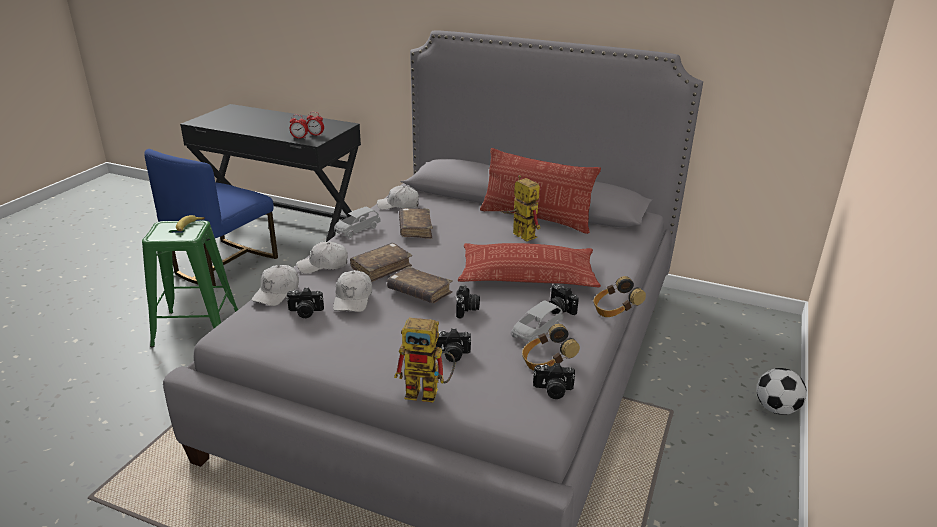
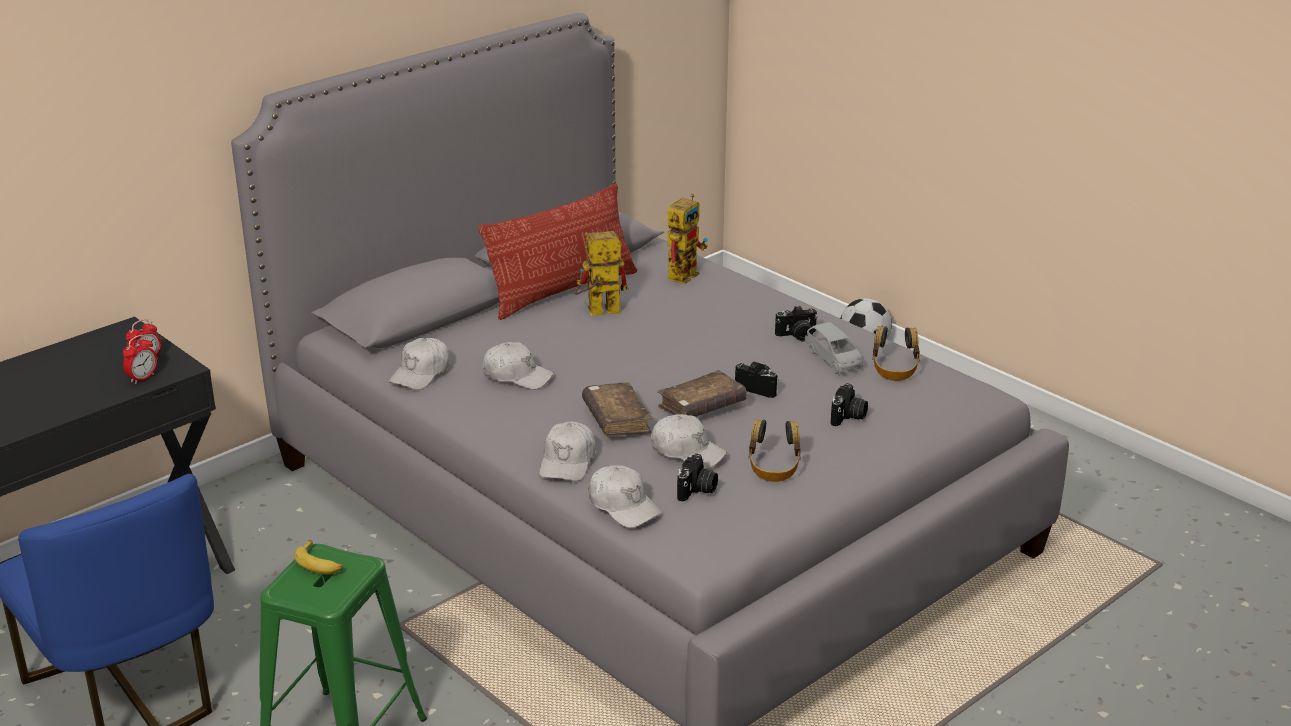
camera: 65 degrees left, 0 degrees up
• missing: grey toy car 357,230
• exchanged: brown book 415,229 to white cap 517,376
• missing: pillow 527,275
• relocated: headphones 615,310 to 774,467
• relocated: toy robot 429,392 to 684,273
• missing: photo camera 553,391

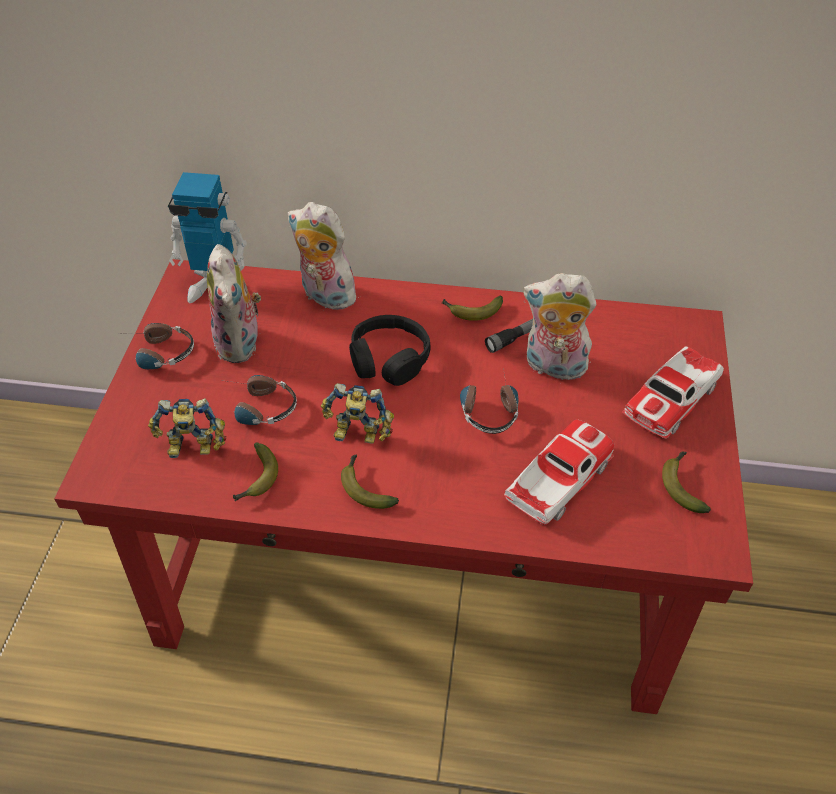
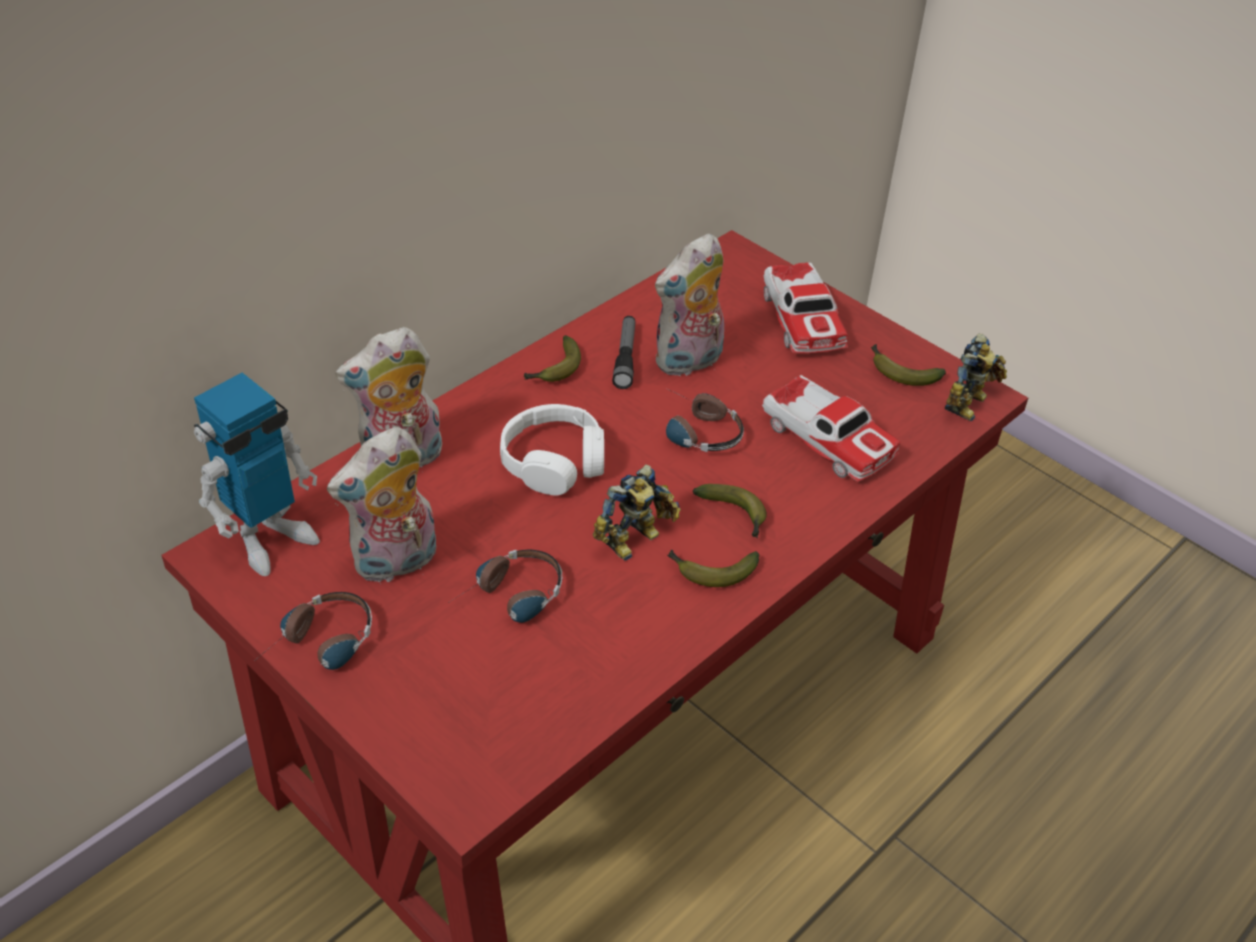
camera: 55 degrees left, 5 degrees down
• spun: plush toy 241,344 = 395,563 120 degrees clockwise
• colour: black headphones 389,359 to white headphones 554,461
• relocated: toy robot 192,449 to 970,404
• spun: toy car 558,480 = 826,439 150 degrees clockwise
• relocated: banana 257,479 to 735,515

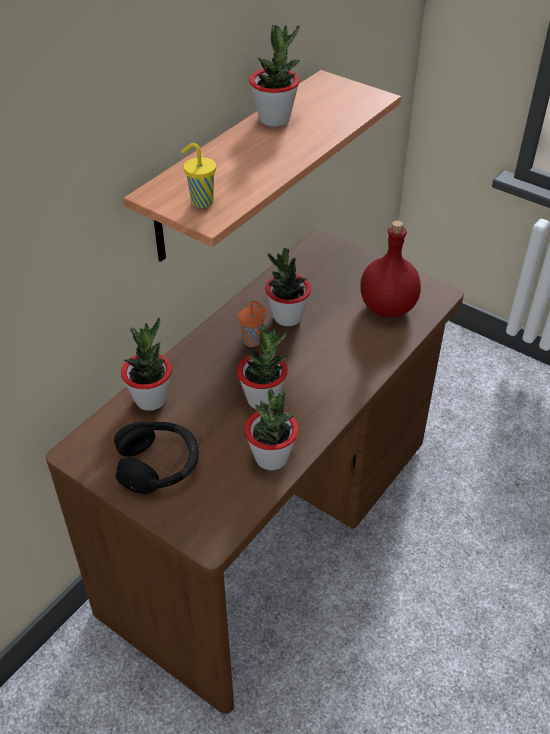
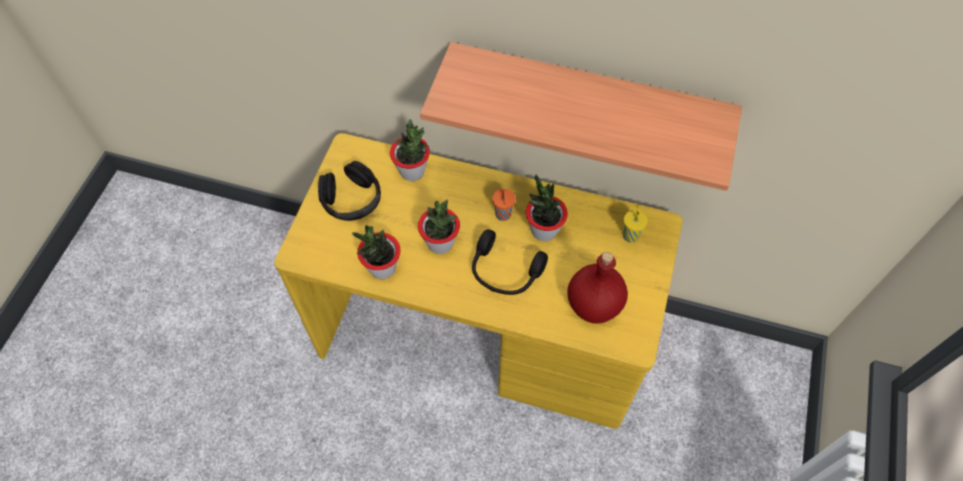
camera: 70 degrees right, 15 degrees up
• missing: potted plant 274,119
• relocated: yellow cup 200,202 to 630,235
• colour: brown desk 273,525 to yellow desk 481,334
• appeared: black headphones 504,272

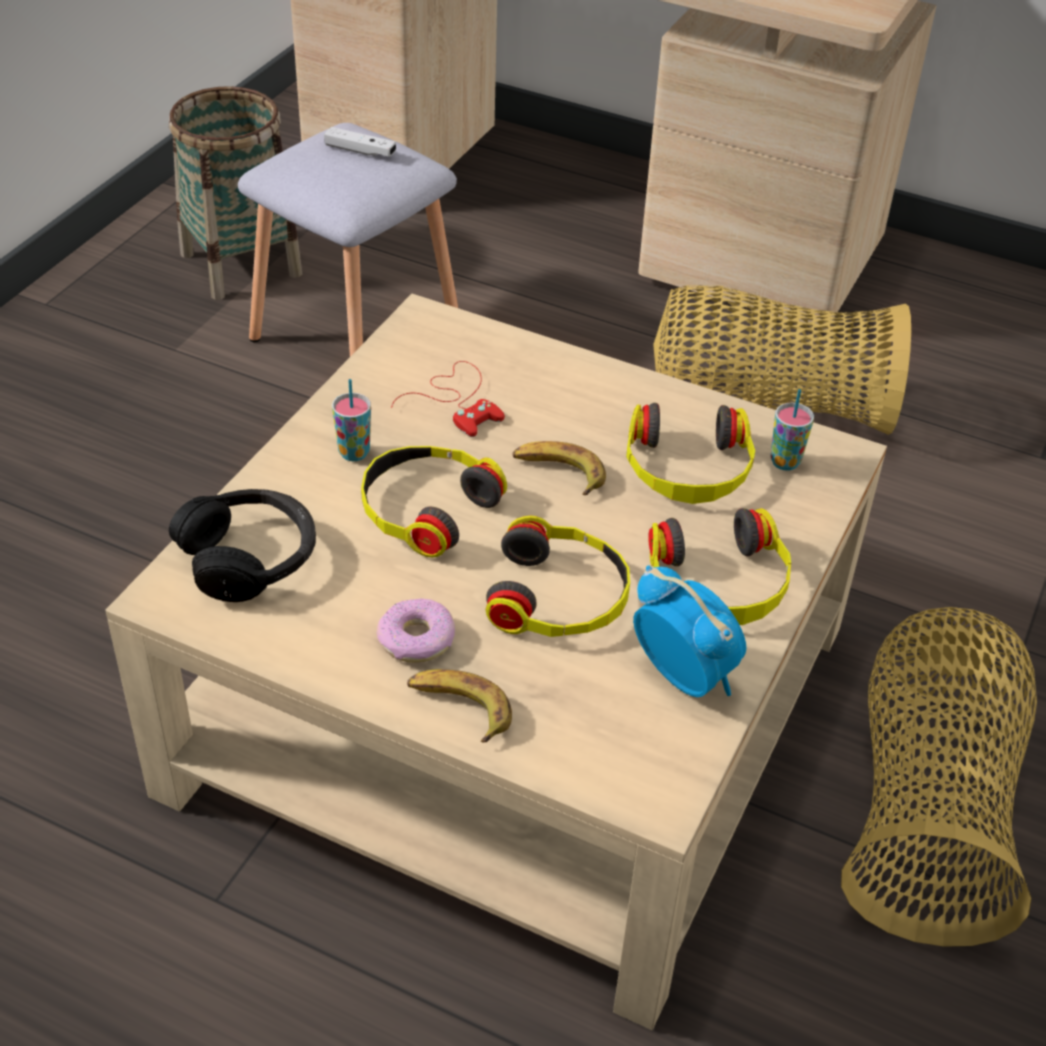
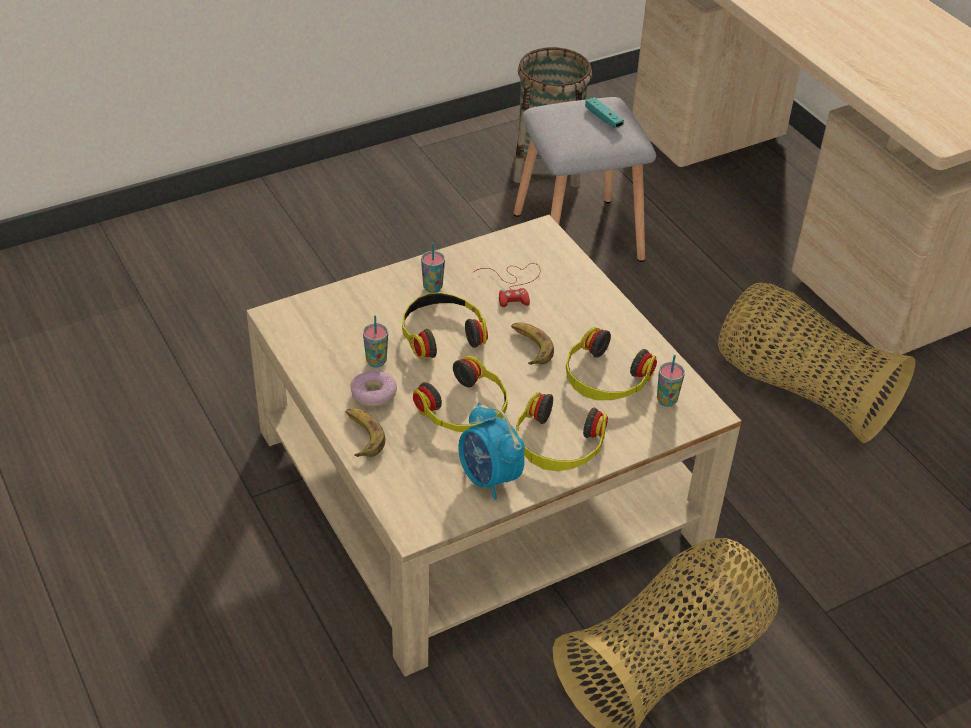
camera: 35 degrees right, 0 degrees up
• colour: white game controller 360,151 to turquoise game controller 603,118
• missing: black headphones 249,558
• spun: alarm clock 683,675 = 489,478 150 degrees clockwise
• appeared: cup 376,361

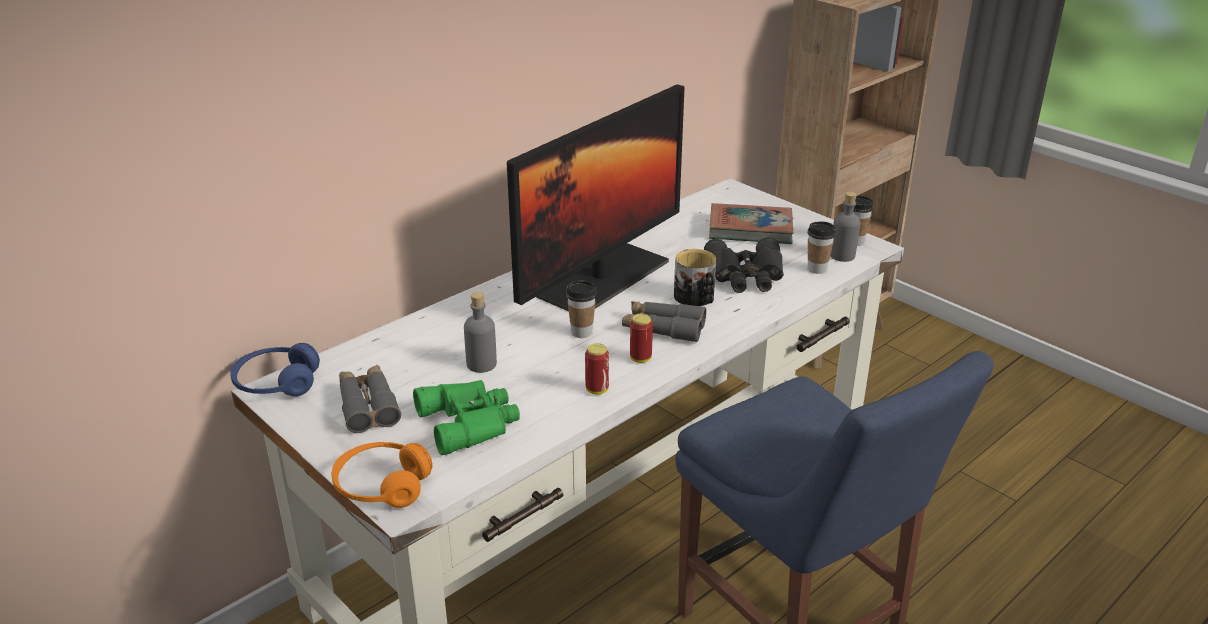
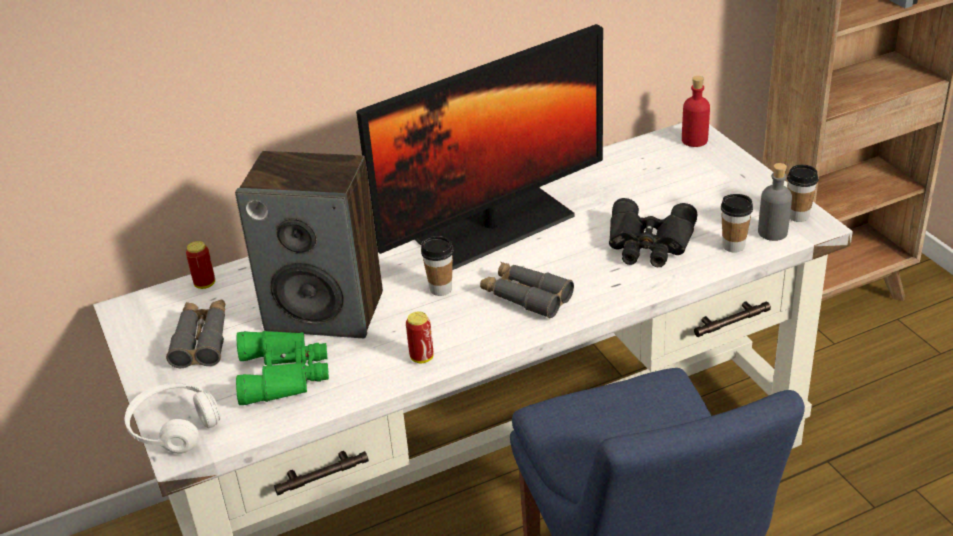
camera: 20 degrees right, 5 degrees up
• missing: book 750,229
• missing: mug 697,298
• exchanged: grey bottle 481,364 to speaker 326,311
• relocated: can 640,358 to 205,284
• missing: blue headphones 276,383
• colour: orange headphones 382,486 to white headphones 174,427
• appeared: red bottle 694,140

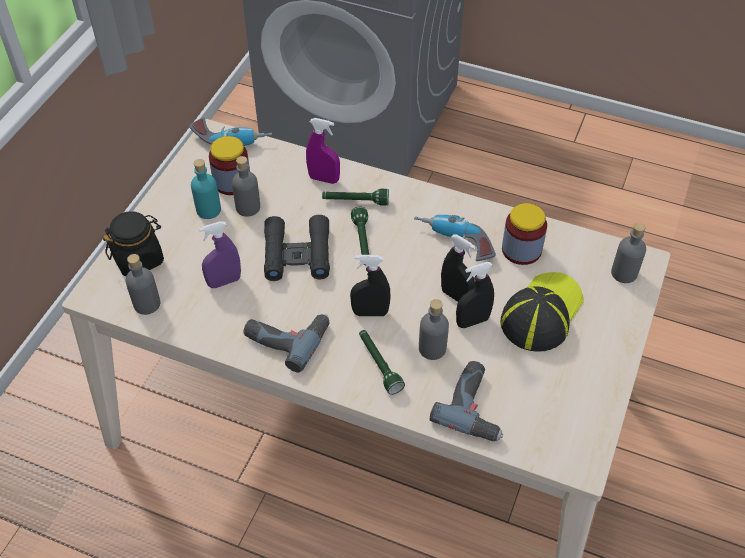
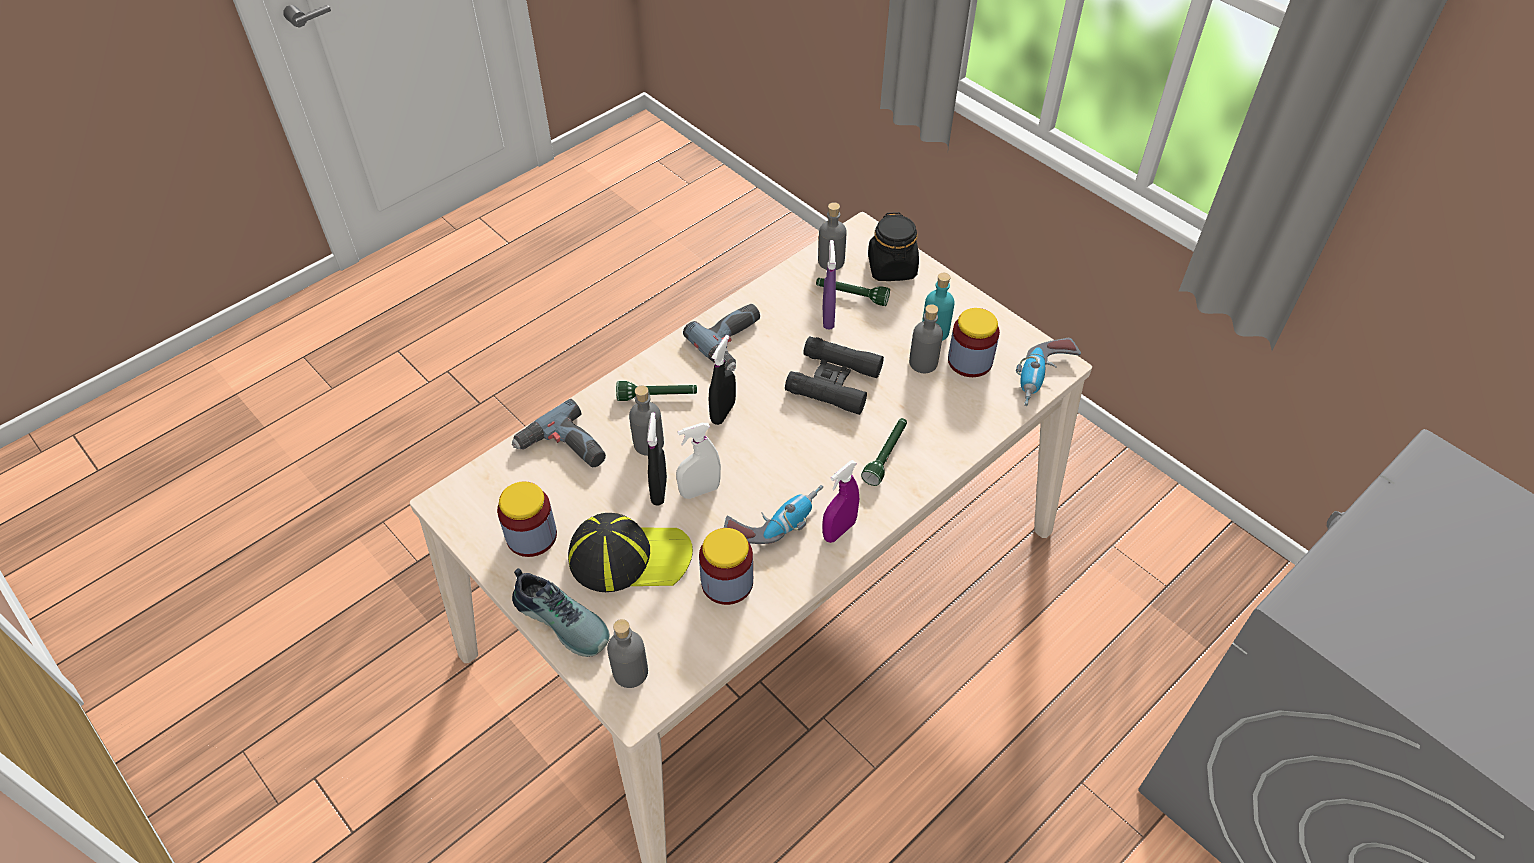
camera: 115 degrees right, 0 degrees up
• relocated: purple spray bottle 324,179 to 839,530
• relocated: green flashlight 362,242 to 851,296
• colour: black spray bottle 456,296 to white spray bottle 699,491
• spun: cap 541,313 = 629,557 60 degrees counterclockwise
• appeared: jar 531,536
• appeared: shoe 564,619

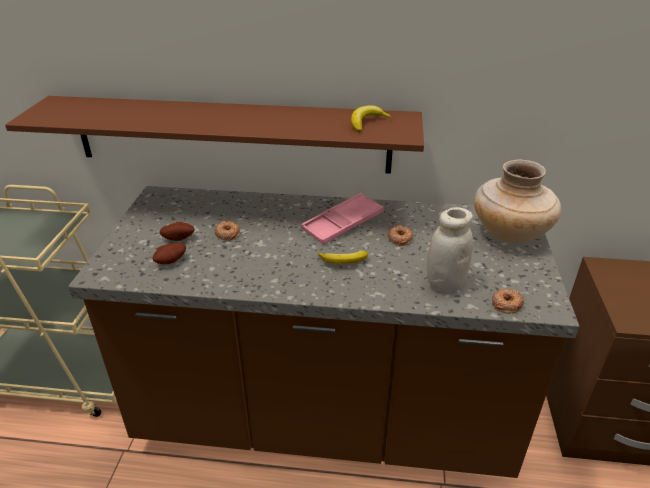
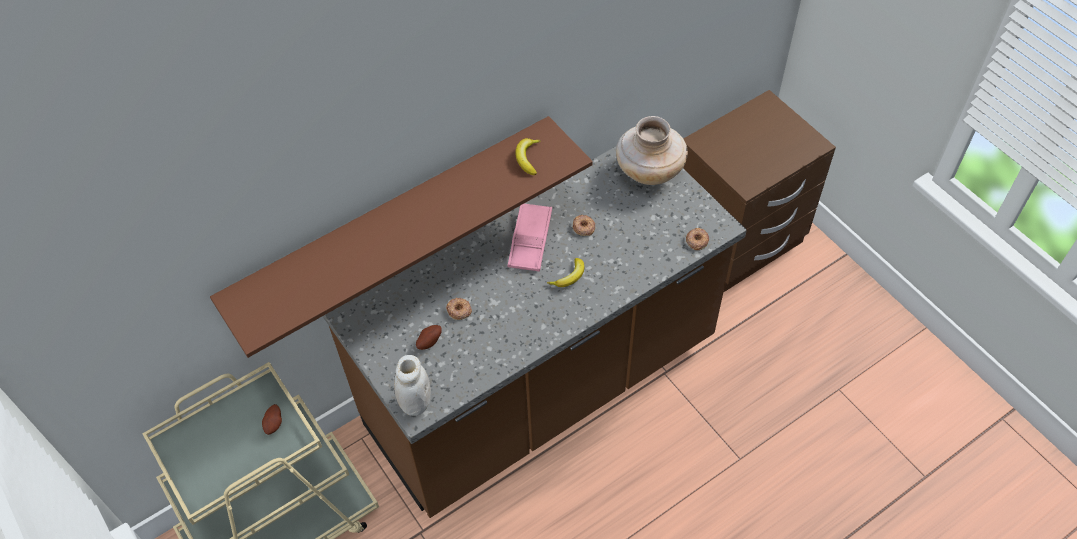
camera: 40 degrees left, 20 degrees up
• relocated: white jar 444,283 to 416,403
• relocated: potato 171,262 to 274,424

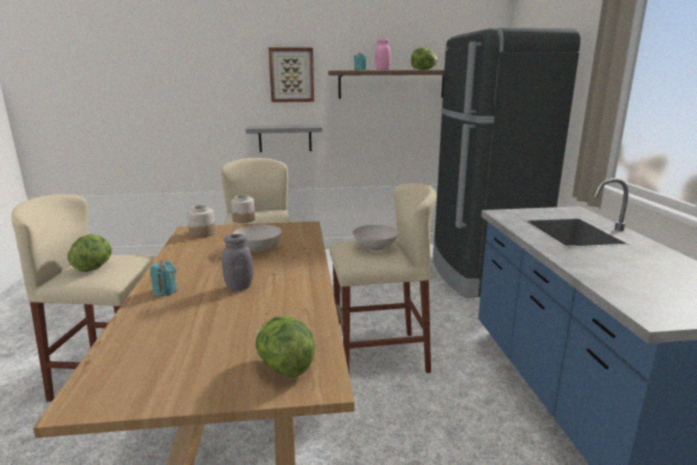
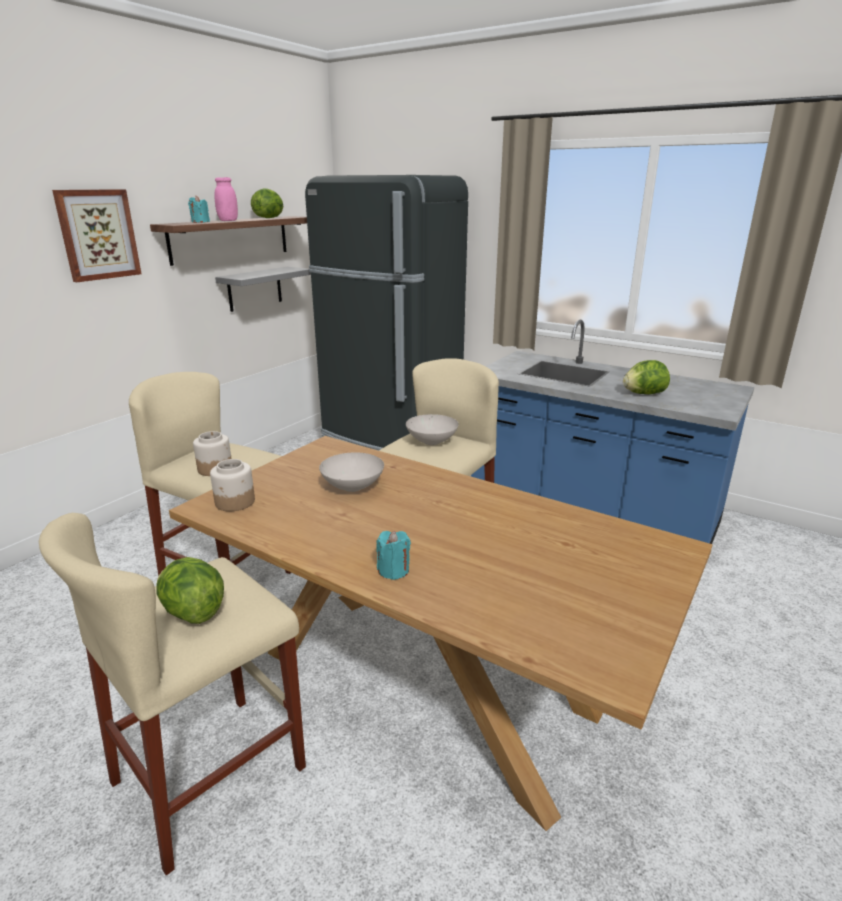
camera: 50 degrees left, 5 degrees up
• relocated: grey shelf 285,138 to 255,289
• missing: grey jar 239,287
• relocated: lettuce 284,367 to 643,394

